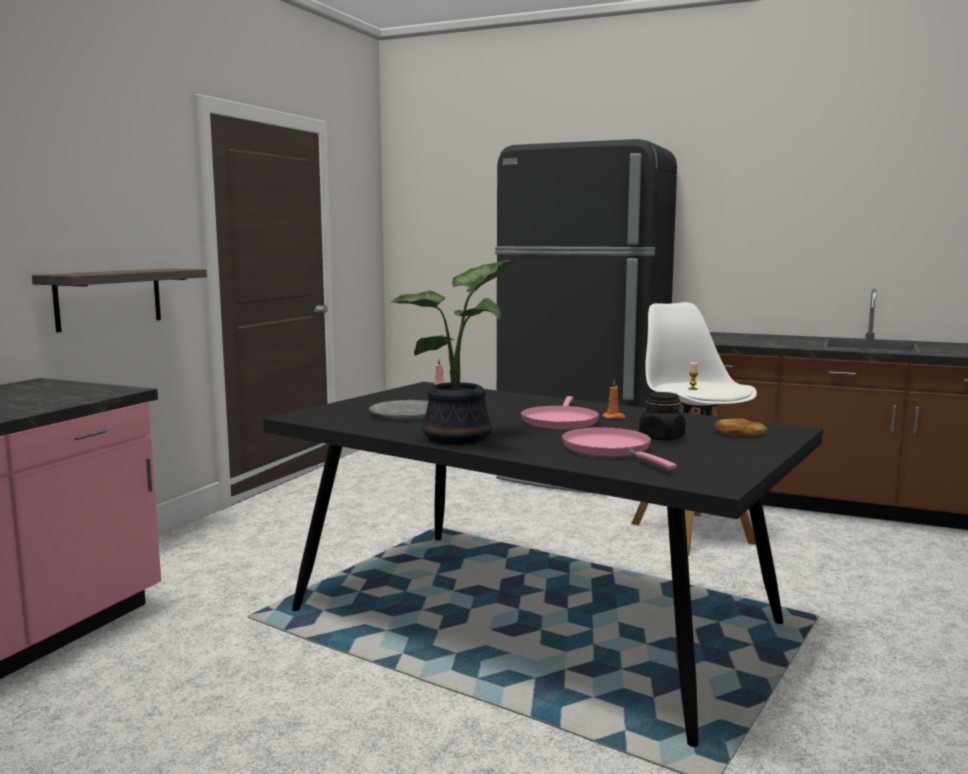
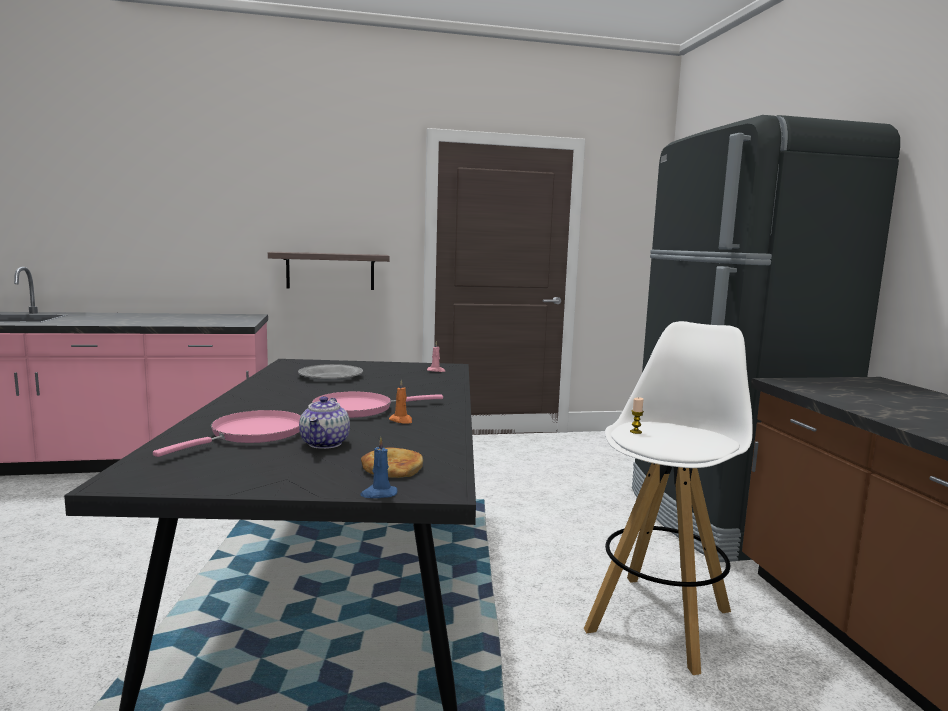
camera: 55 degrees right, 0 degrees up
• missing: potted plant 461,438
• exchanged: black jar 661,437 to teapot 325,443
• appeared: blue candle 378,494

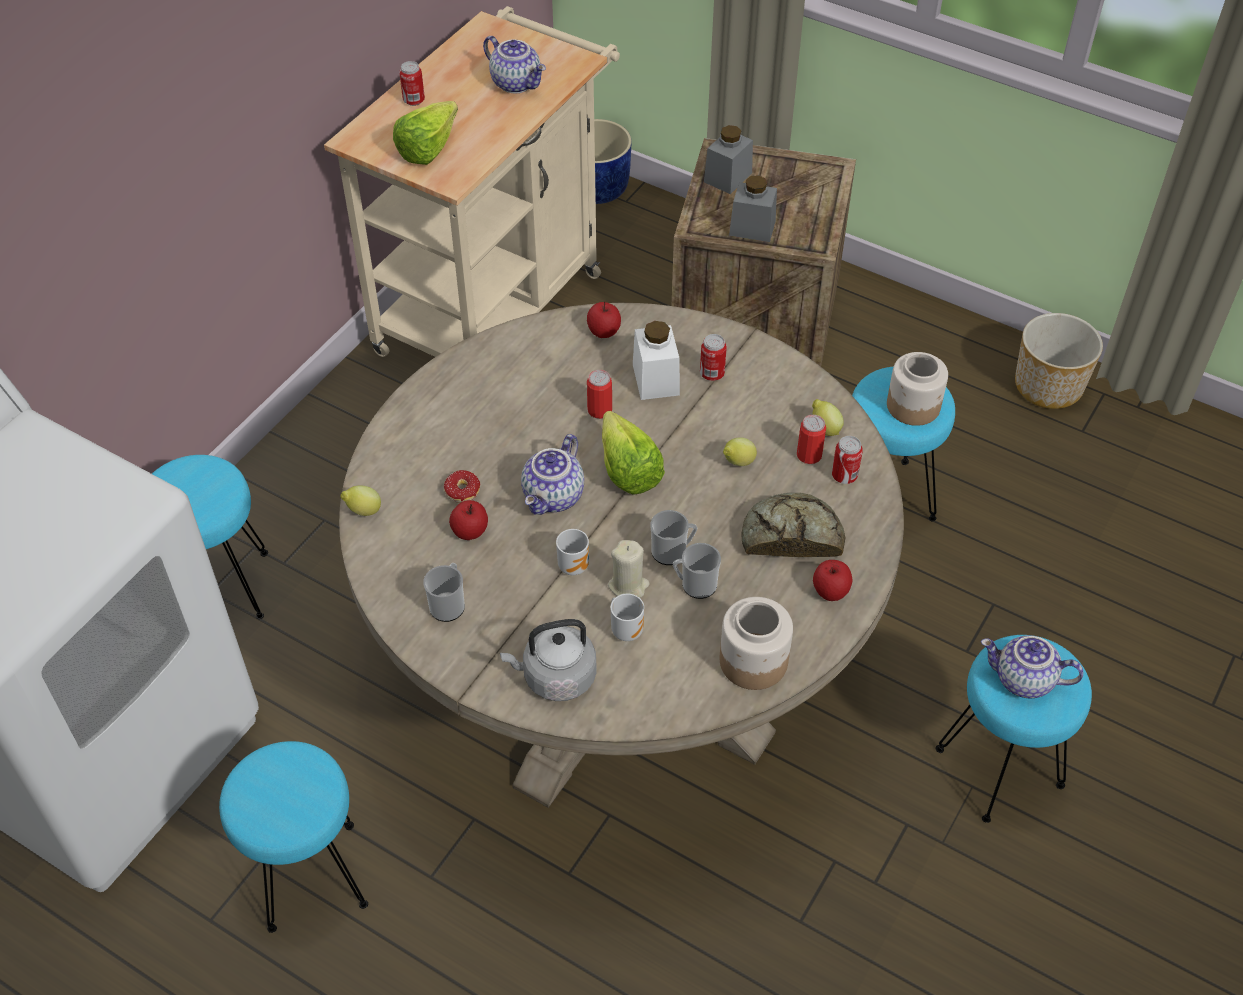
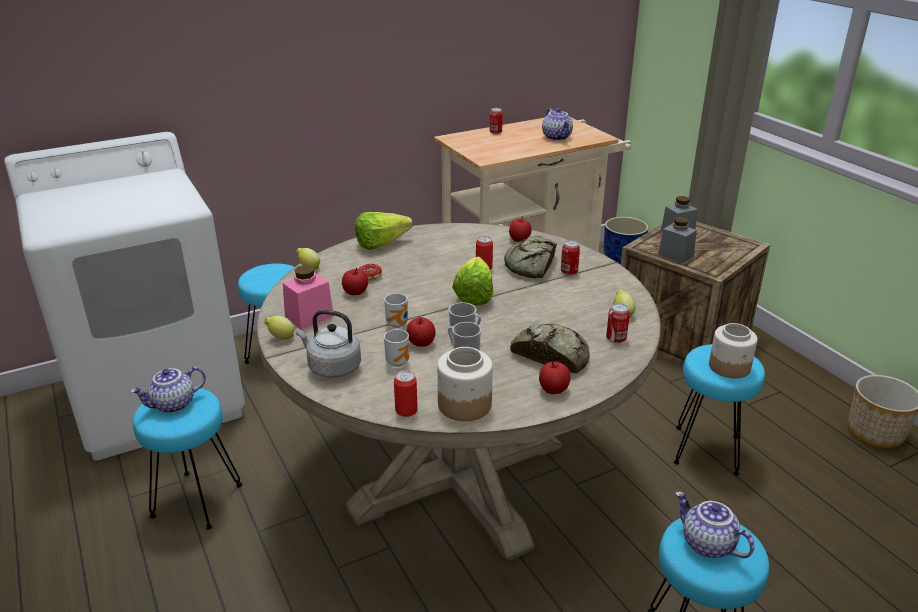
camera: 30 degrees right, 20 degrees down
• relocated: lettuce 433,146 to 386,244
• exchanged: white jar 656,379 to bread 531,265
• relocated: can 809,455 to 406,410
• relocated: teapot 554,497 to 173,405
• relocated: lemon 737,463 to 280,338
• exchanged: beige candle 628,585 to apple 421,343
• exchanged: mug 448,604 to pink jar 309,317

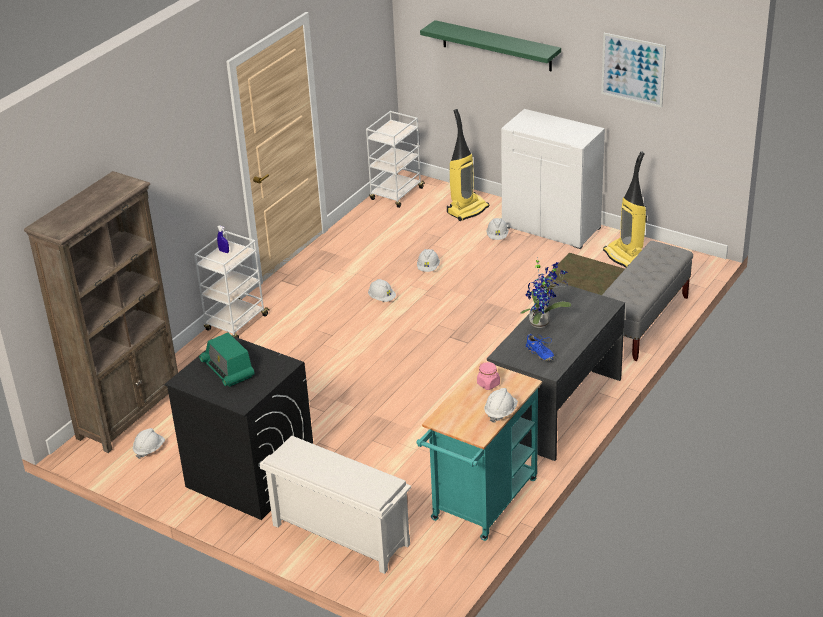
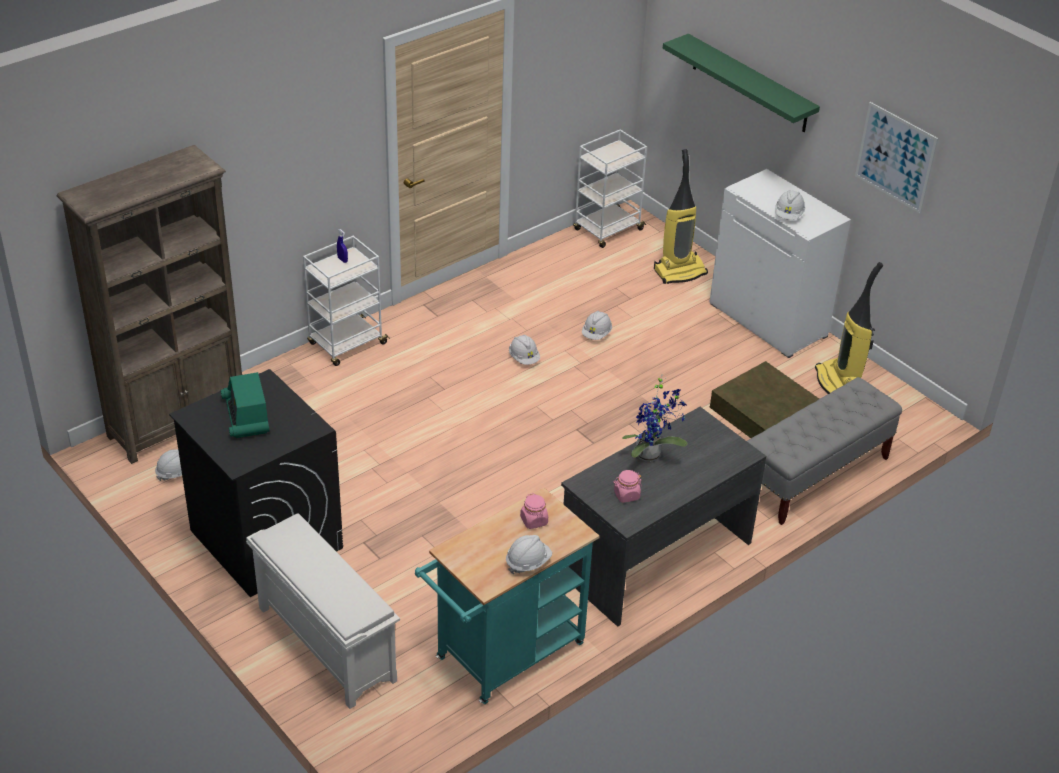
camera: 15 degrees right, 5 degrees up
• relocated: white hard hat 497,236 to 789,215
• exchanged: blue shoe 539,353 to pink jar 626,495

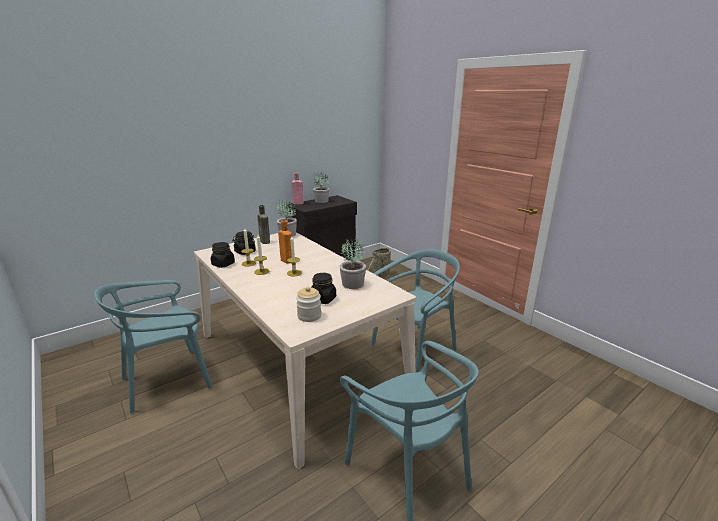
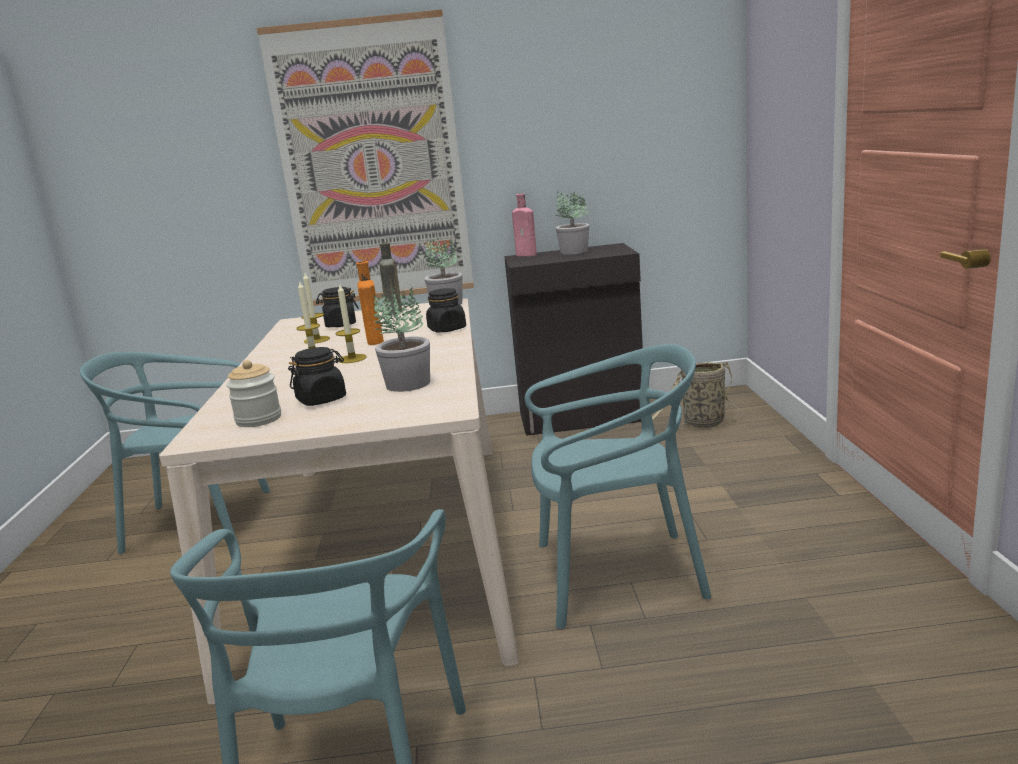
camera: 35 degrees right, 5 degrees down
• relocated: black jar 223,264 to 447,329
• appeared: picture 372,165

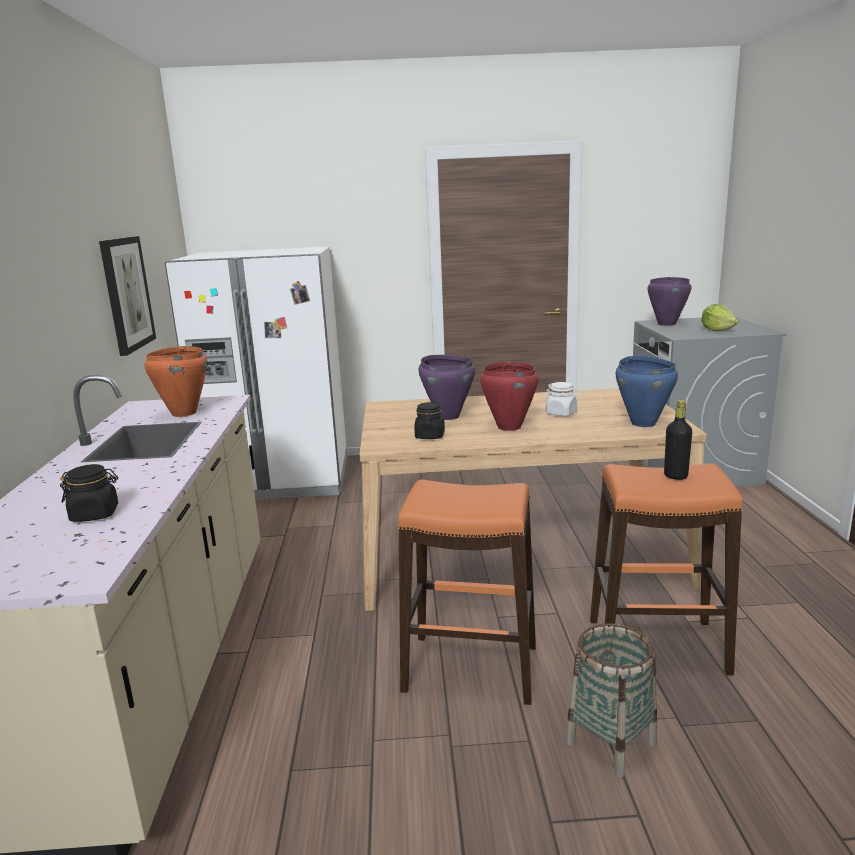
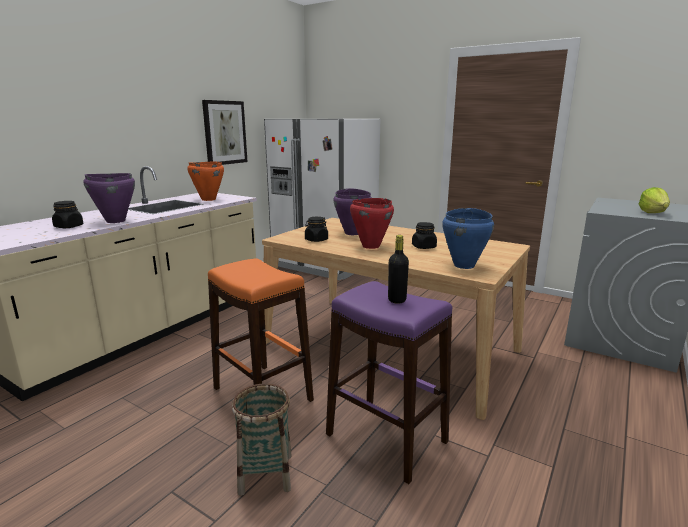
camera: 35 degrees right, 0 degrees up
• relocated: purple cooking pot 666,324 to 115,221
• colour: white jar 561,413 to black jar 424,247
• colour: orange stool 656,646 to purple stool 385,438

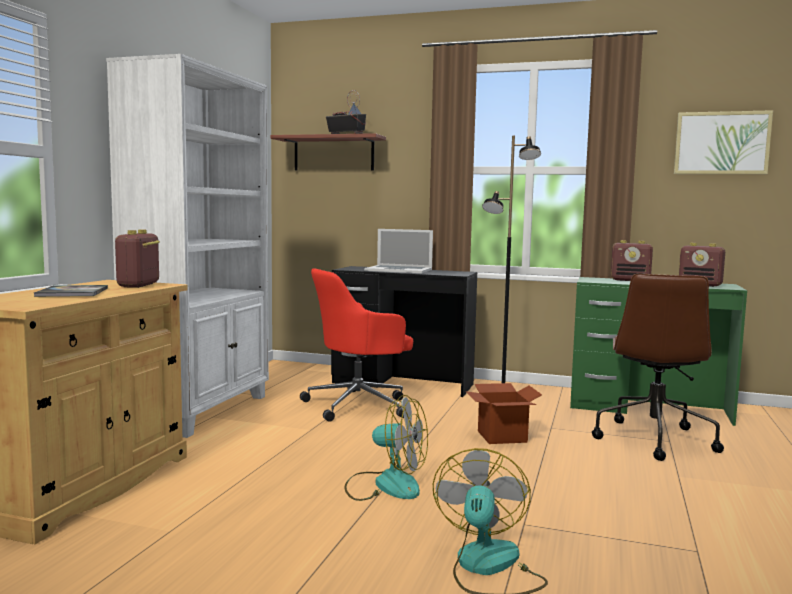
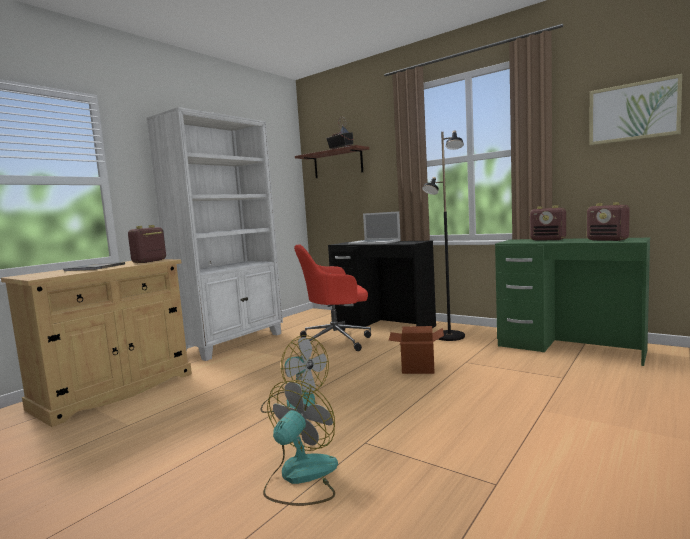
camera: 20 degrees right, 0 degrees up
• missing: brown office chair 653,439

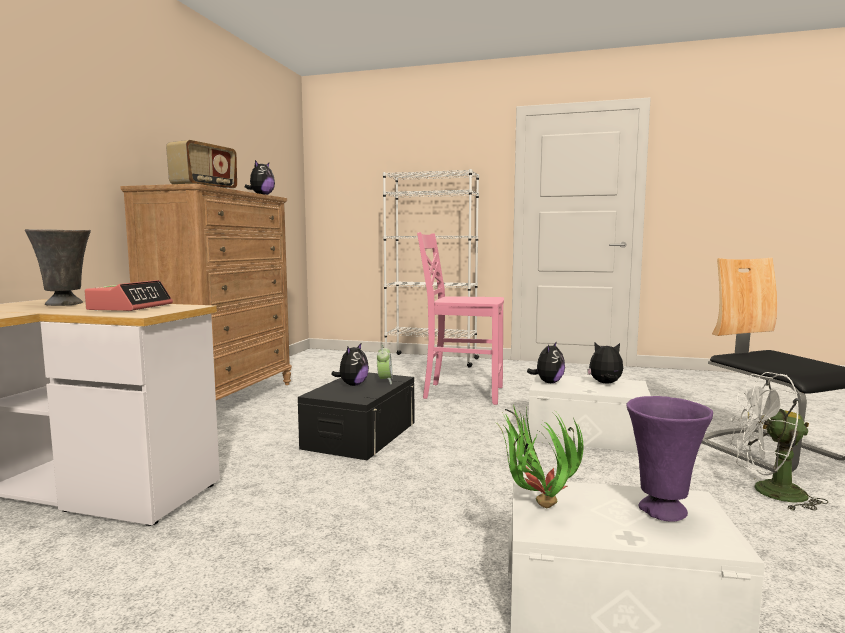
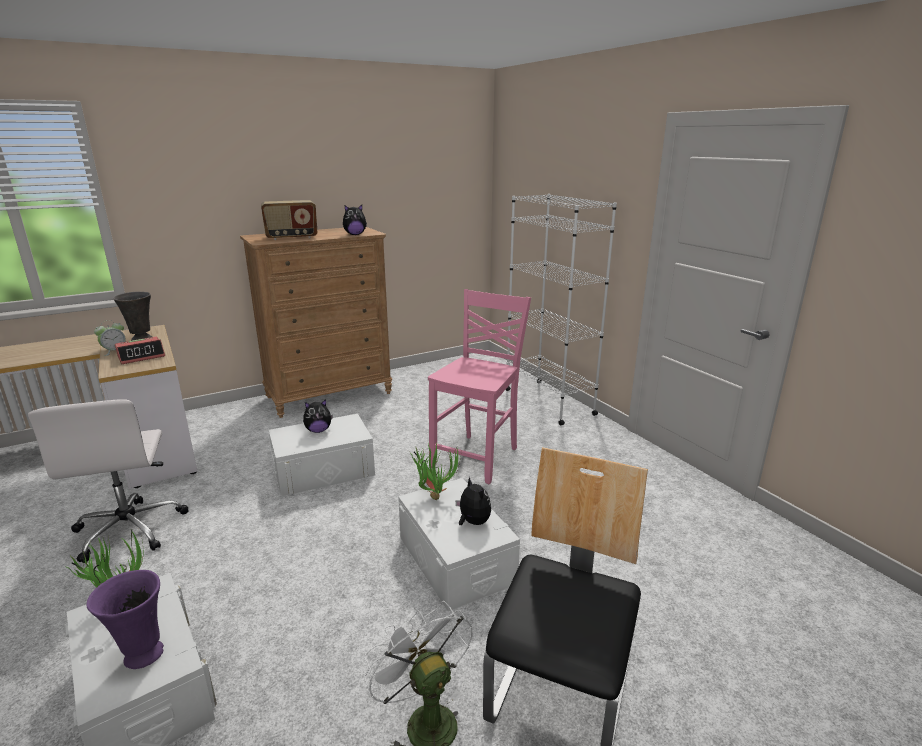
camera: 45 degrees right, 15 degrees up
• spun: pink chair 462,393 = 477,457 60 degrees clockwise
• exchanged: plush toy 548,382 to potted plant 434,495
• relocated: alarm clock 384,381 to 114,351
• colour: black storage box 360,435 to white storage box 323,470
• appeared: white office chair 130,529

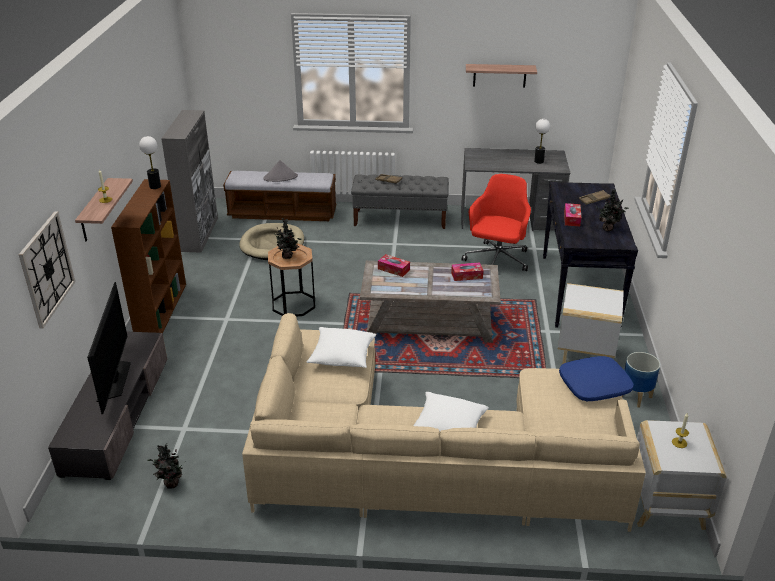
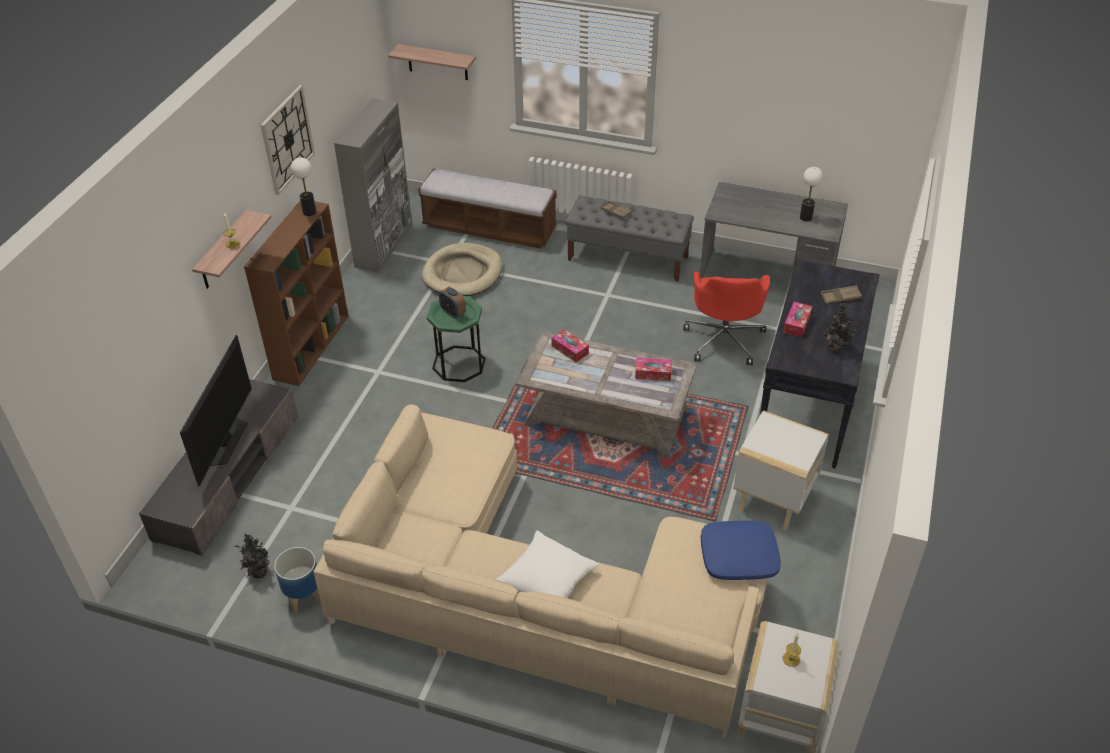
camera: 15 degrees right, 10 degrees up
• relocated: shelf 499,75 to 437,62
• missing: grey hat 280,177
• spun: red office chair 497,260 = 724,339 150 degrees clockwise
• relocated: wall clock 47,269 to 287,139
• exchanged: potted plant 288,256 to alarm clock 453,313
• colour: brown side table 293,304 to green side table 459,364
• missing: white pillow 342,356
• relocated: planter 635,396 to 303,596

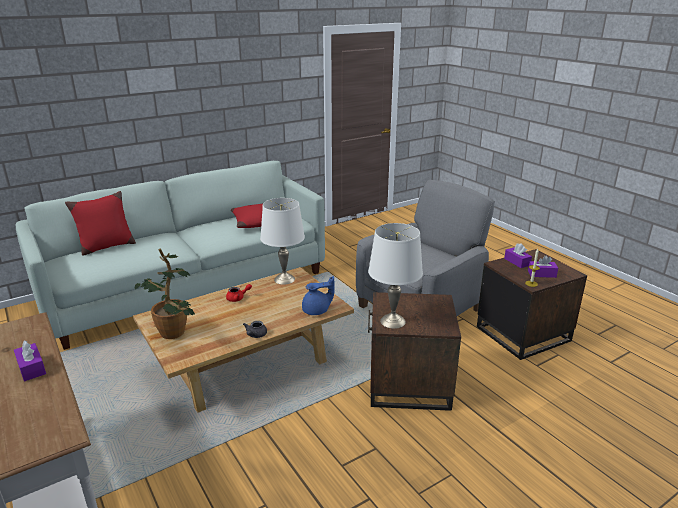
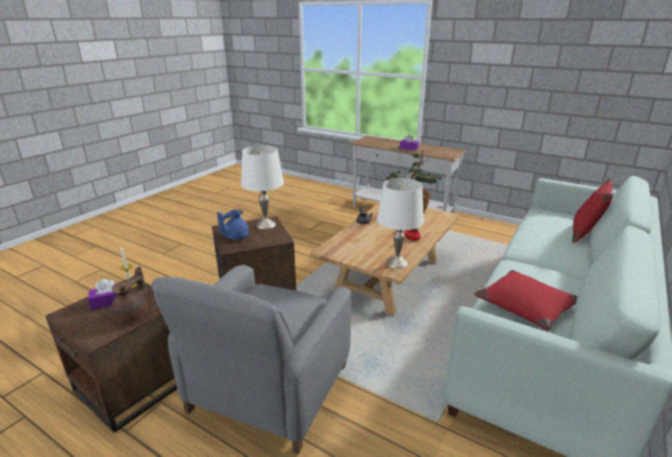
camera: 155 degrees right, 0 degrees up
• exchanged: purple tissue box 517,262 to brown teapot 133,315
• relocated: blue teapot 317,311 to 235,237

